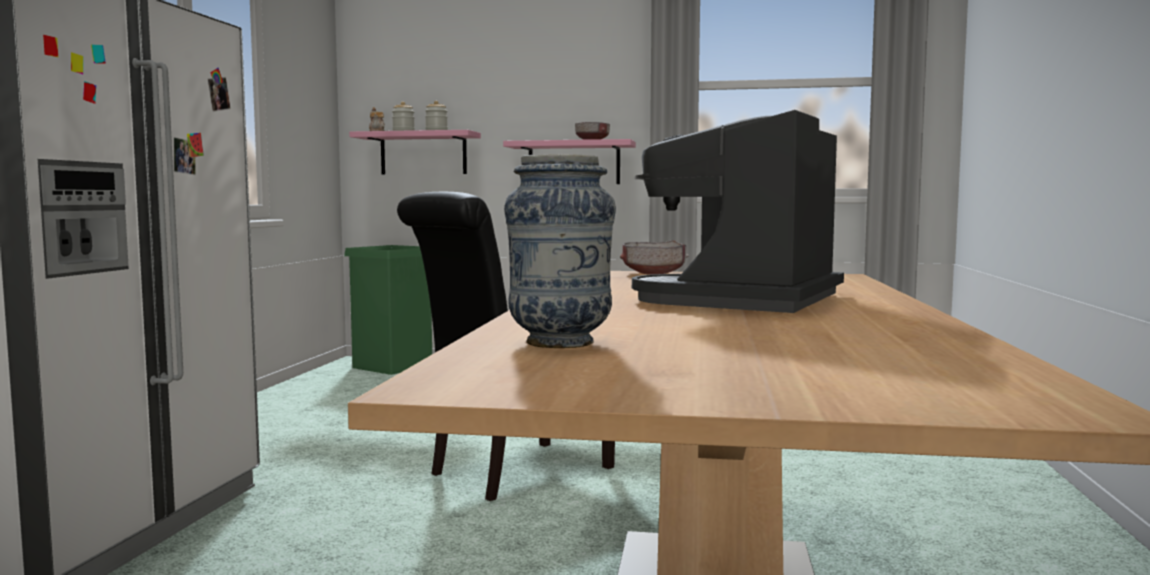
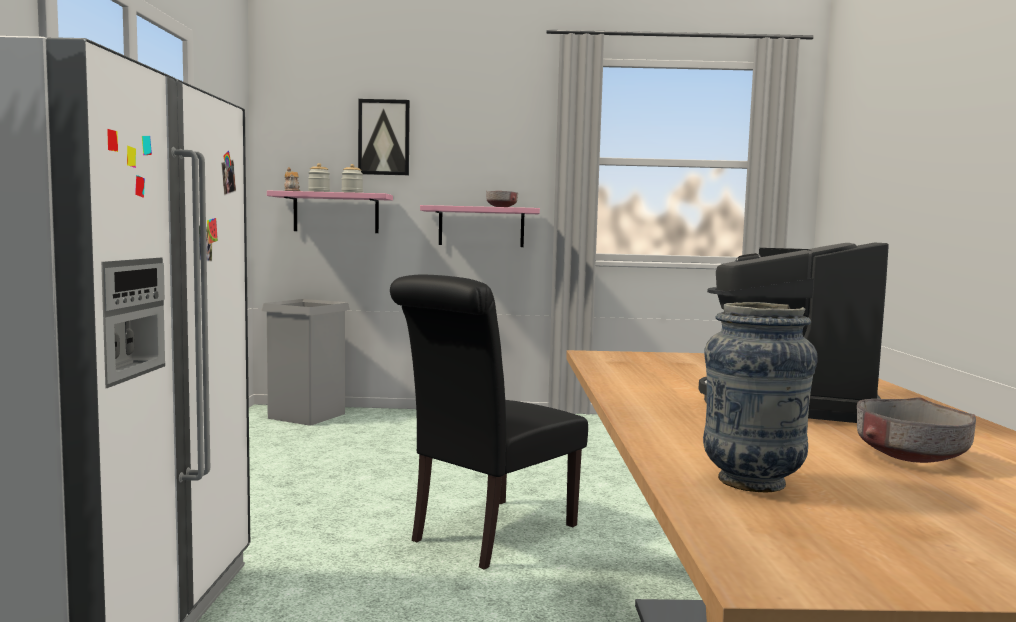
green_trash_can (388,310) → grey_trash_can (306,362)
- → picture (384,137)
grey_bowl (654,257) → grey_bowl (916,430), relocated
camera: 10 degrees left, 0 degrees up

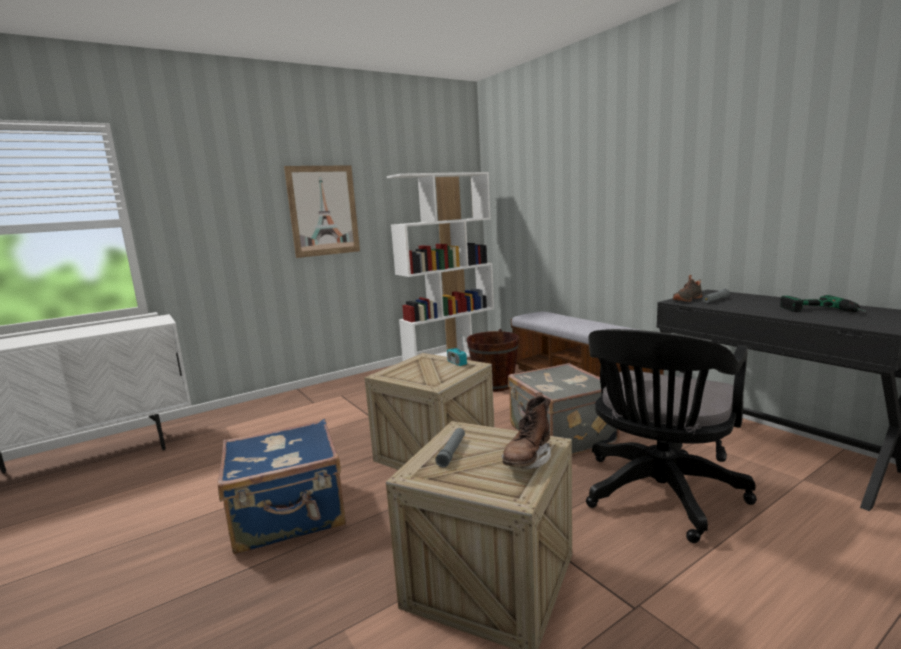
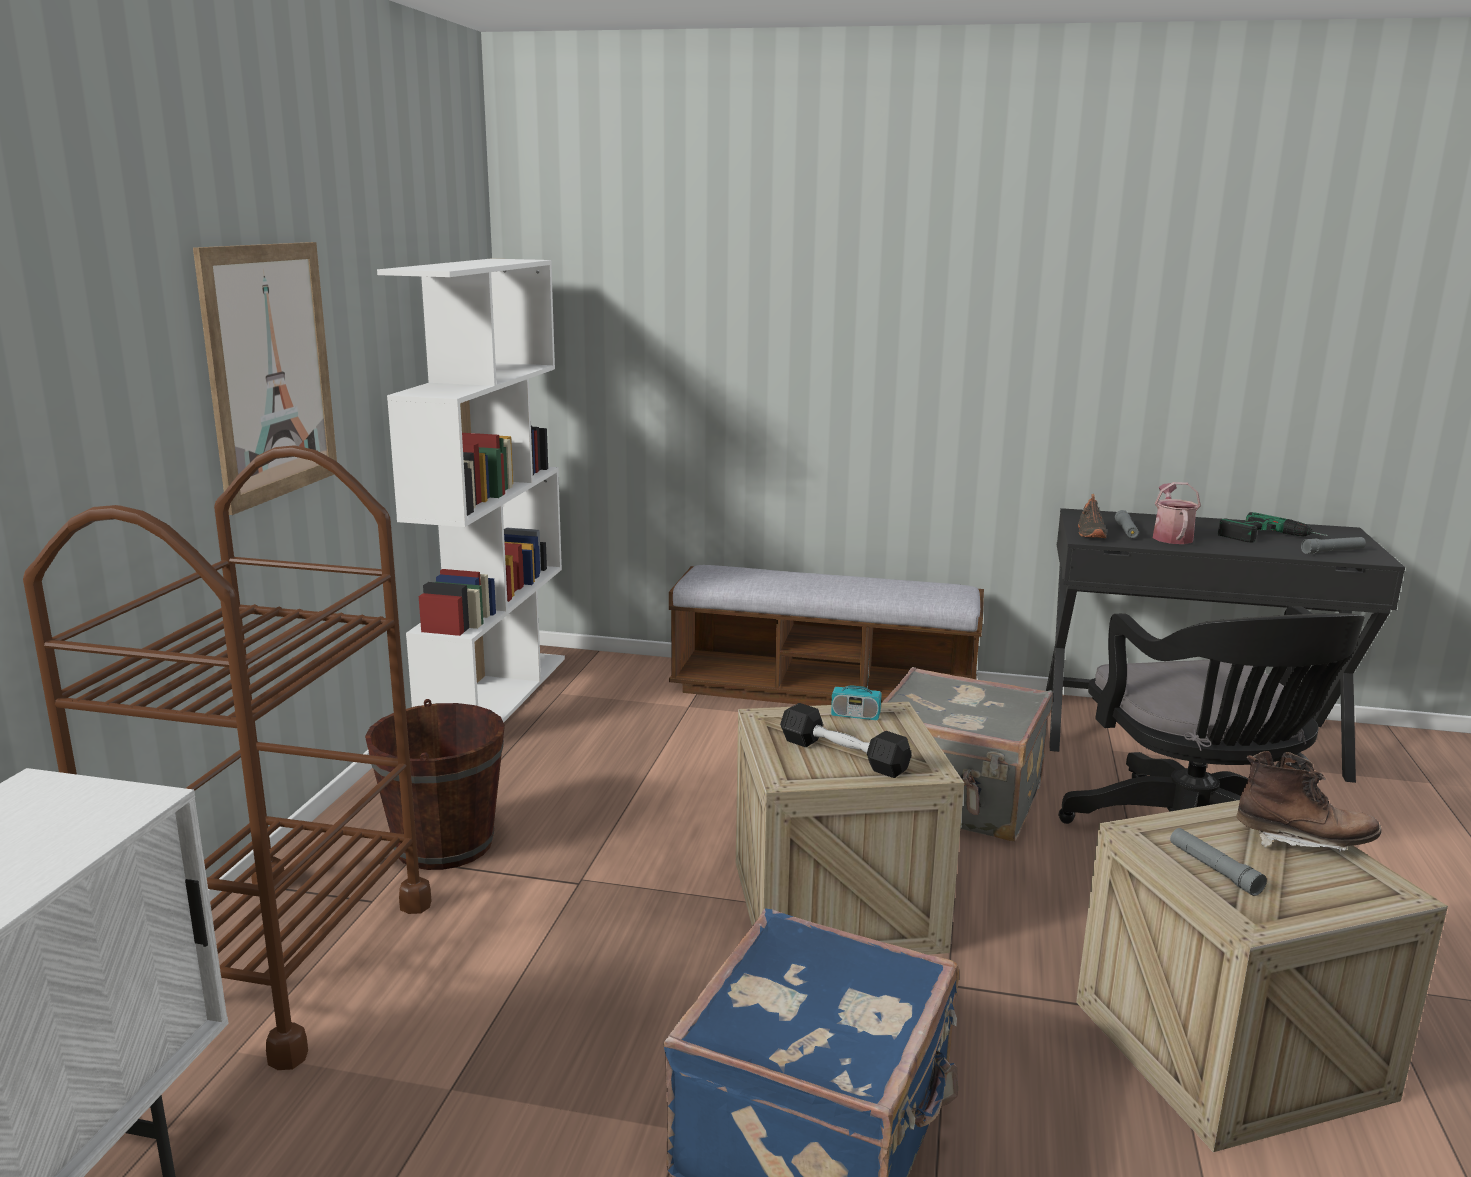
- → brown_cart (227,757)
brown_bucket (493,360) → brown_bucket (435,784), relocated
- → black_dumbbell (845,740)
- → watering_can (1177,513)
brown_boot (526,430) → brown_boot (1309,801), 60 degrees counterclockwise
- → grey_flashlight (1333,545)
camera: 45 degrees left, 5 degrees up

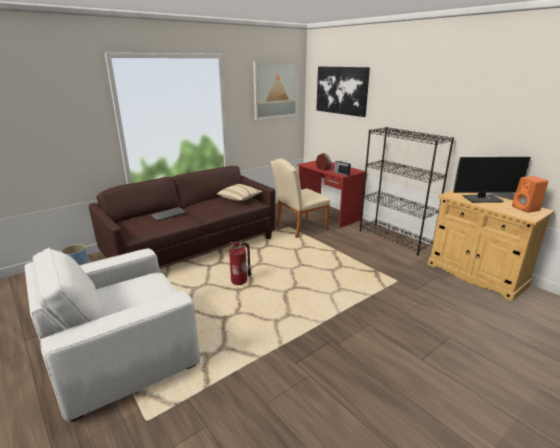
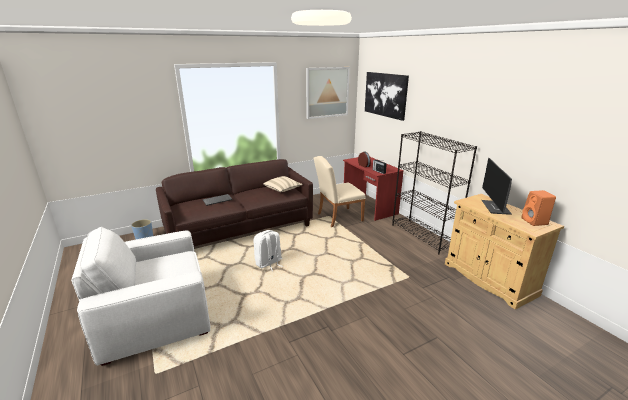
fire_extinguisher (239,263) → white_backpack (268,250)
monitor (492,180) → monitor (497,186), 90 degrees clockwise
camera: 10 degrees right, 0 degrees up

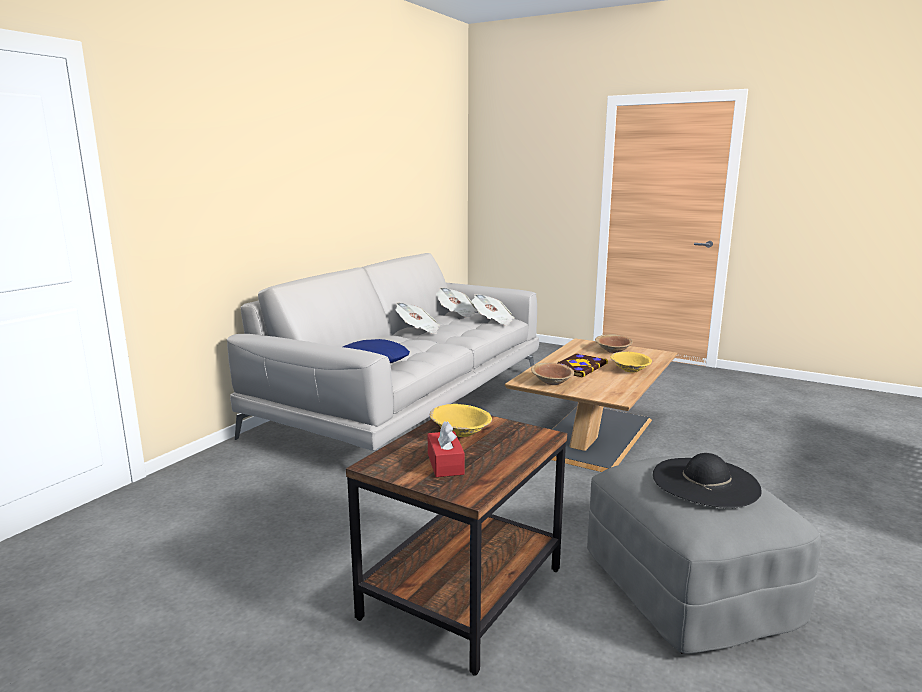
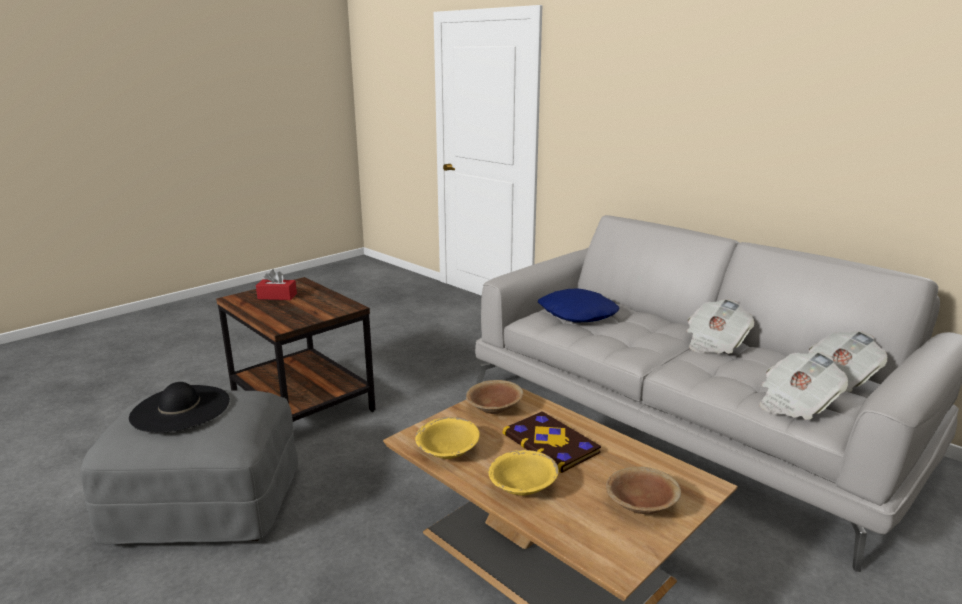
yellow_bowl (461,420) → yellow_bowl (447,438), relocated
camera: 105 degrees right, 5 degrees up

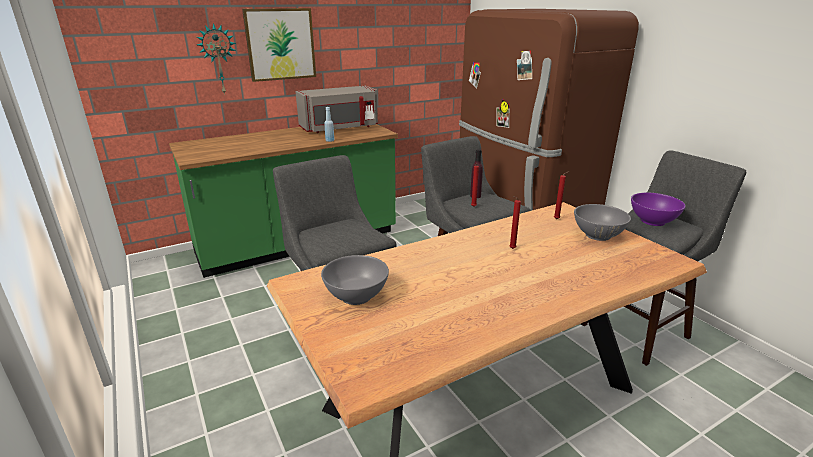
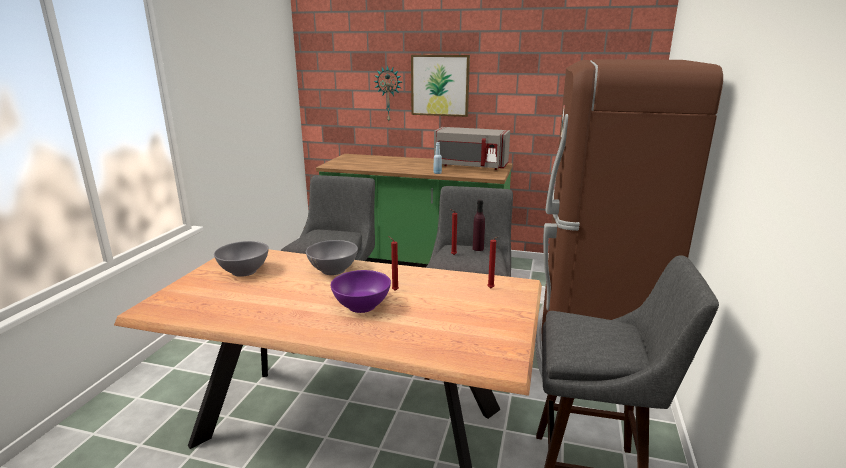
grey_bowl (602,222) → grey_bowl (332,257), relocated
purple_bowl (658,209) → purple_bowl (360,291), relocated
camera: 45 degrees right, 5 degrees down

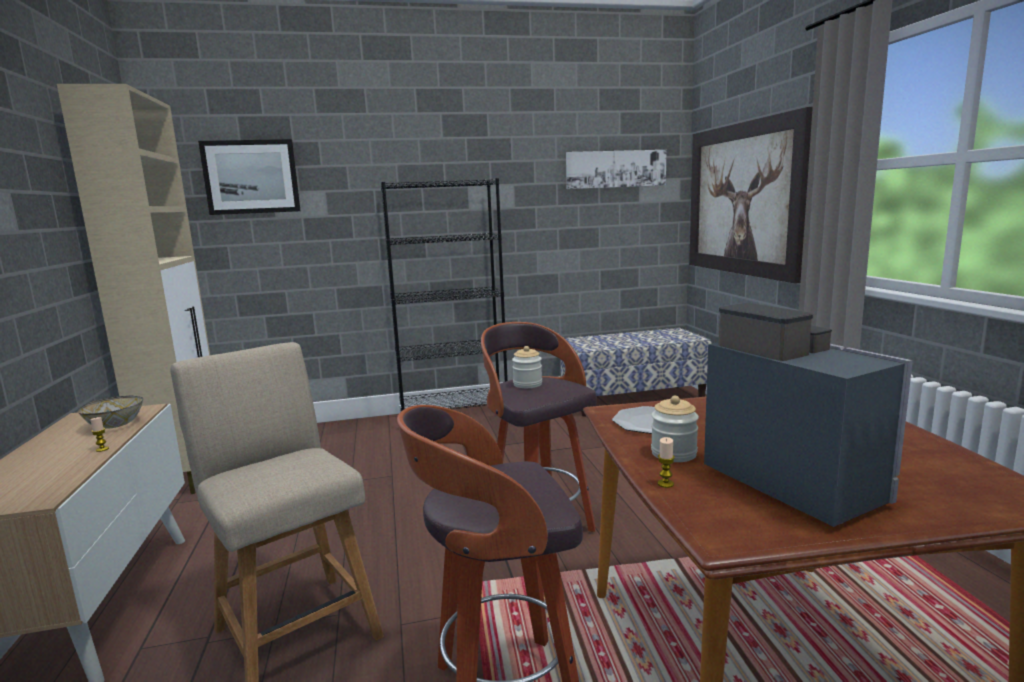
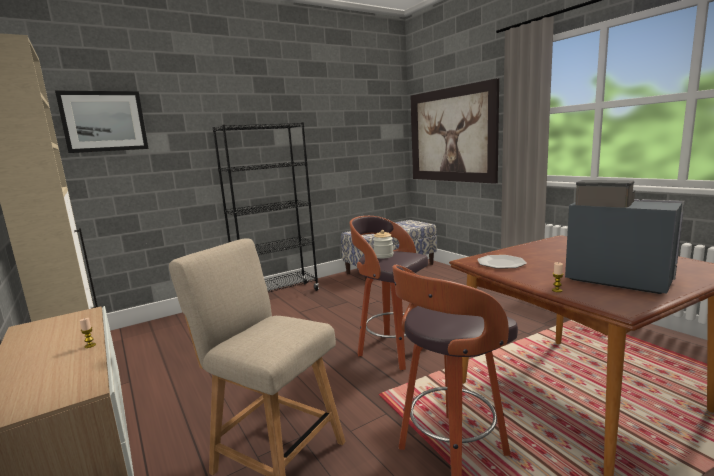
bowl (110,412) → -
picture (616,169) → -
jar (675,429) → -
camera: 20 degrees left, 0 degrees up

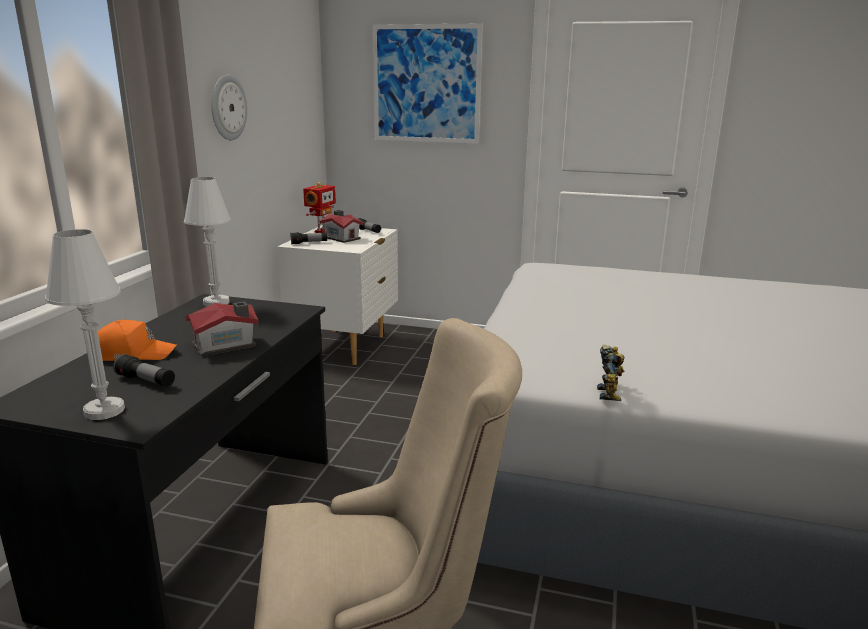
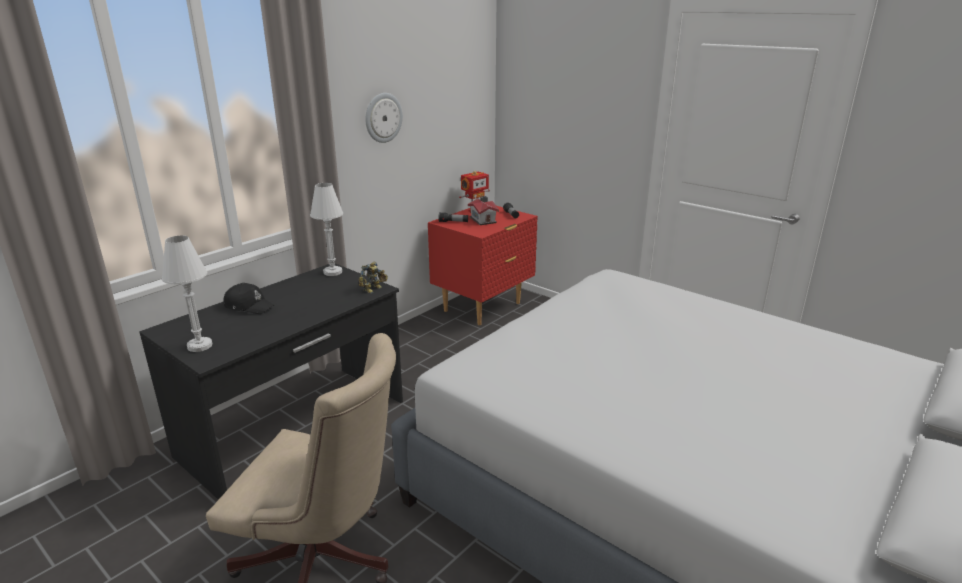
orange_cap (137,340) → black_cap (249,298)
toy_robot (610,372) → toy_robot (373,277), relocated
white_nightstand (337,295) → red_nightstand (483,265)
flashlight (144,370) → -
toy_house (222,329) → -
picture (427,84) → -
camera: 25 degrees right, 5 degrees up

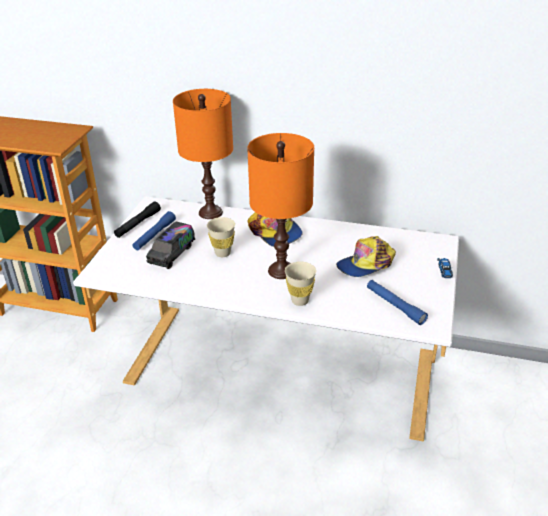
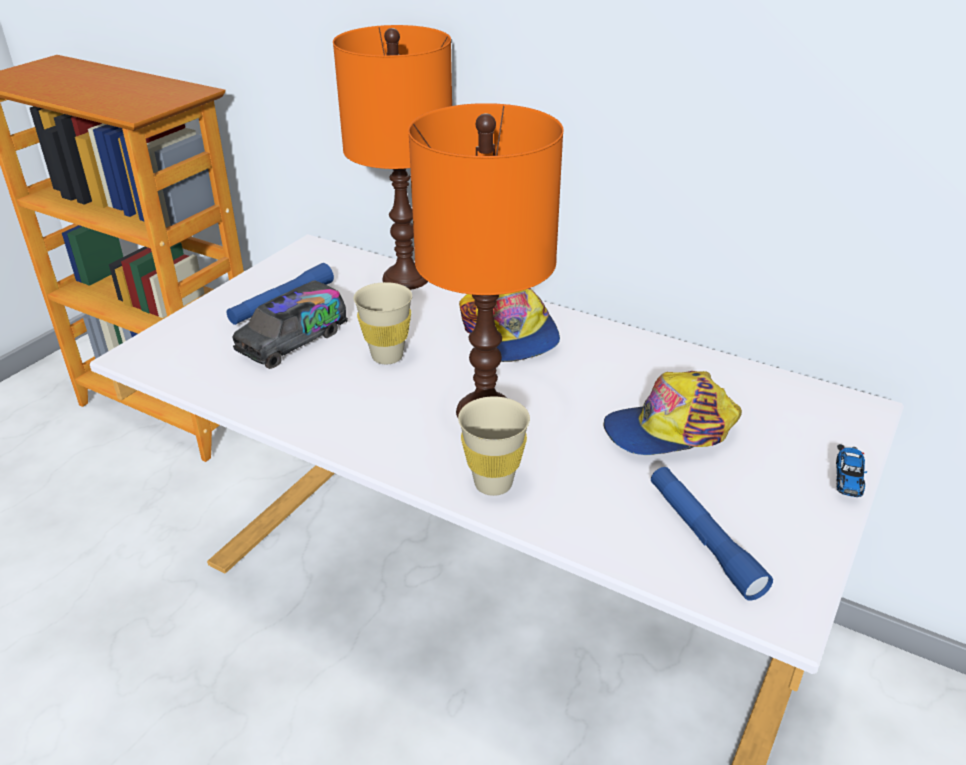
black_flashlight (137,219) → -
camera: 15 degrees right, 0 degrees up

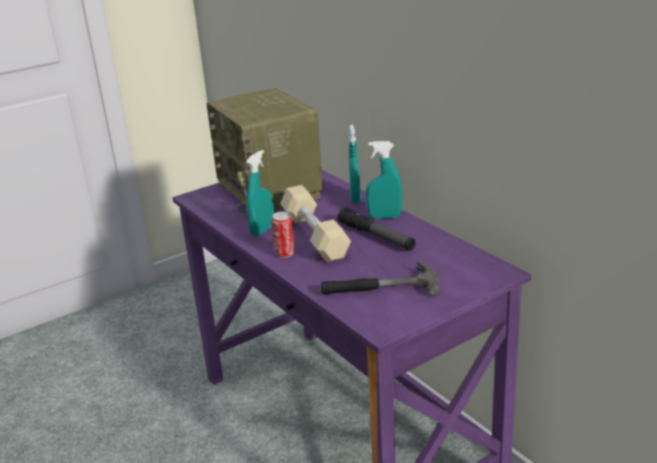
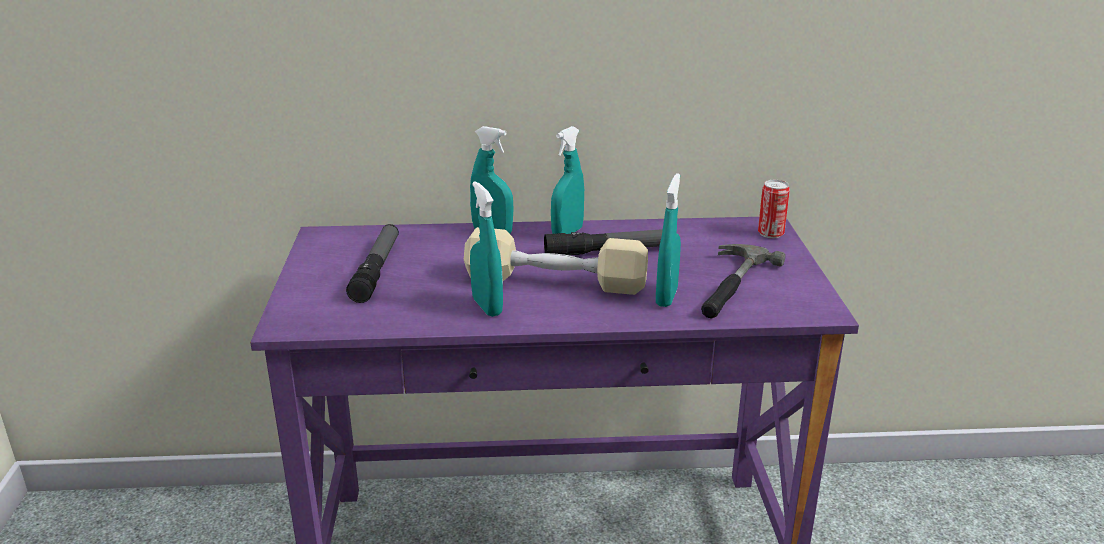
radio (265,150) → flashlight (372,263)
- → turquoise_spray_bottle (668,240)
can (283,235) → can (774,209), relocated
camera: 60 degrees left, 0 degrees up

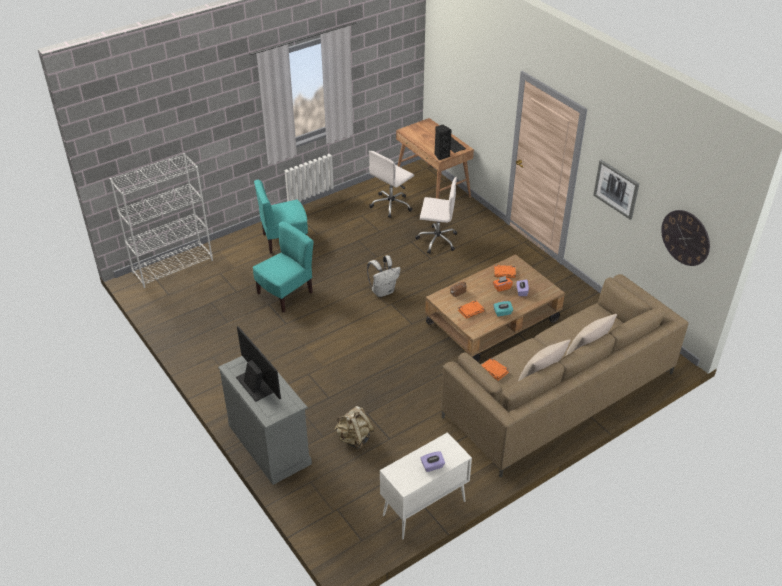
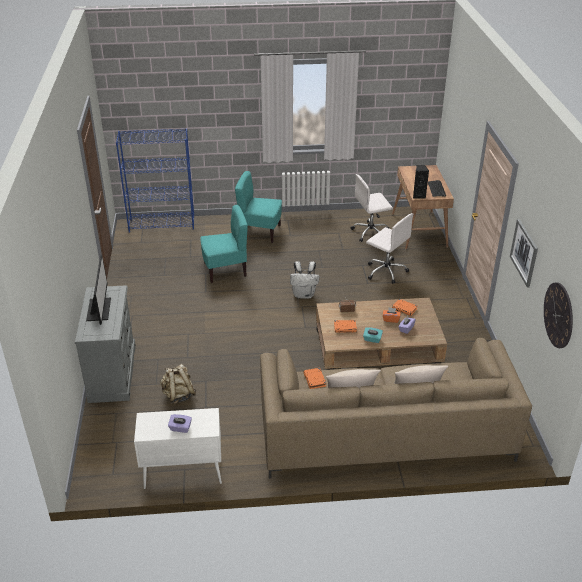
white_bookcase (161,220) → blue_bookcase (155,180)
camera: 30 degrees right, 5 degrees down

